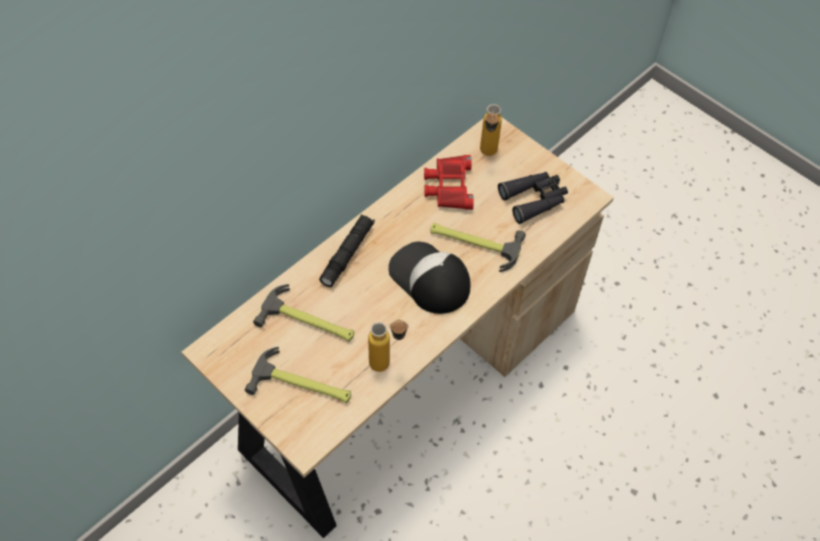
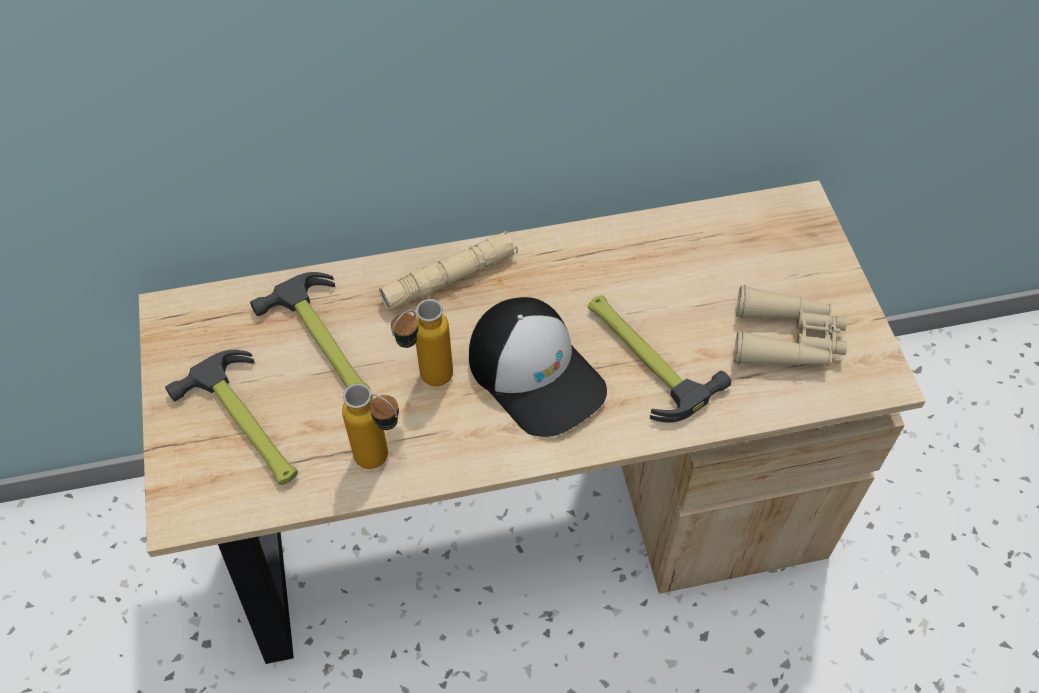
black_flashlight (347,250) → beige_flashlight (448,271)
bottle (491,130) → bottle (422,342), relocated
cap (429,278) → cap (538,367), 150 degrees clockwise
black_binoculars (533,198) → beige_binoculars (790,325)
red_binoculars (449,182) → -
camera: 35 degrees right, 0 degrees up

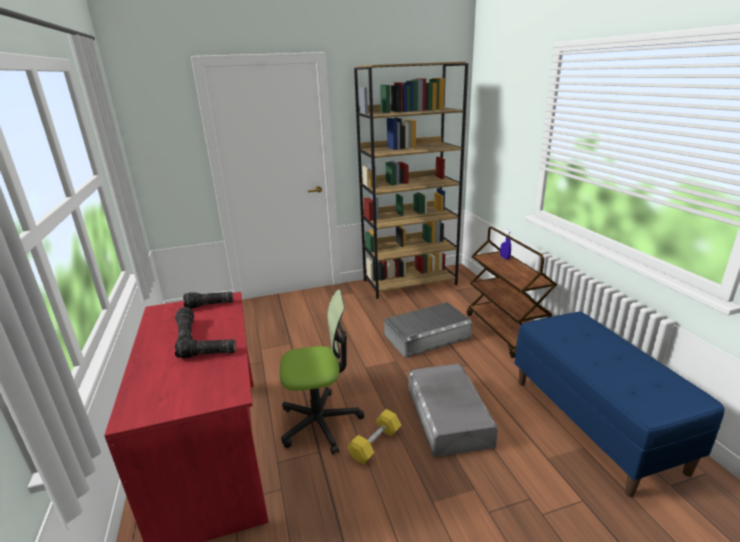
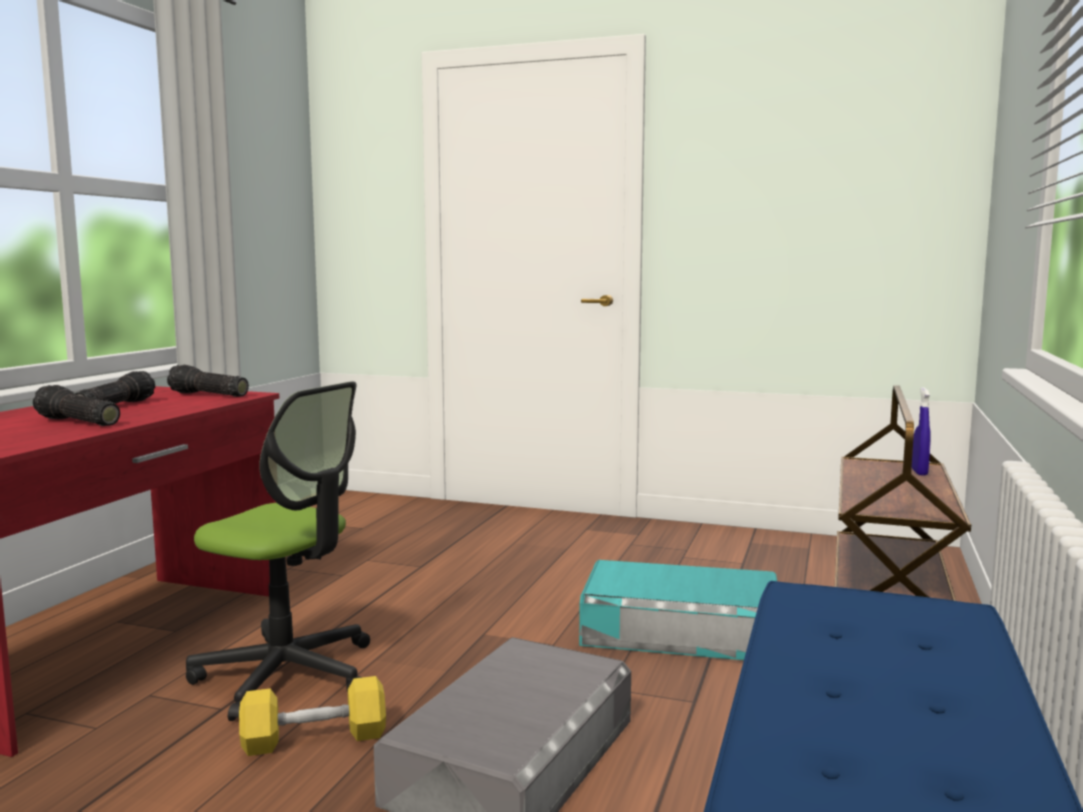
grey_storage_box (428,330) → turquoise_storage_box (678,610)
brown_bookcase (411,180) → -
camera: 35 degrees right, 15 degrees down

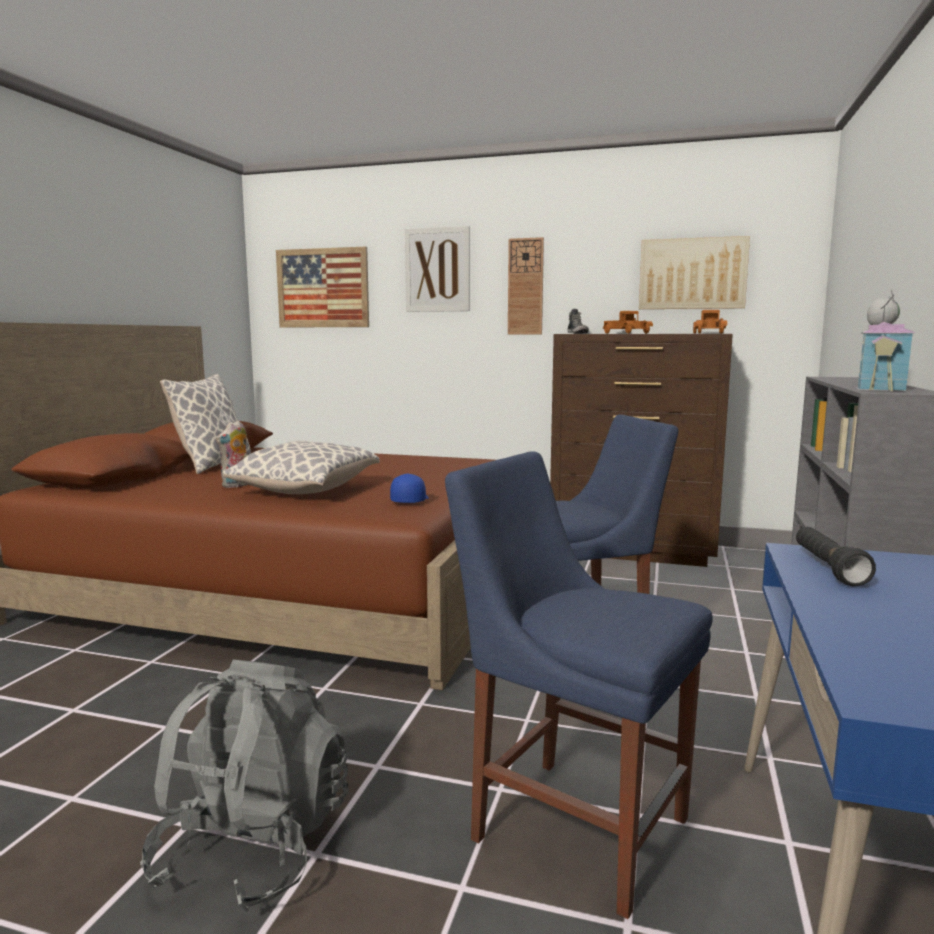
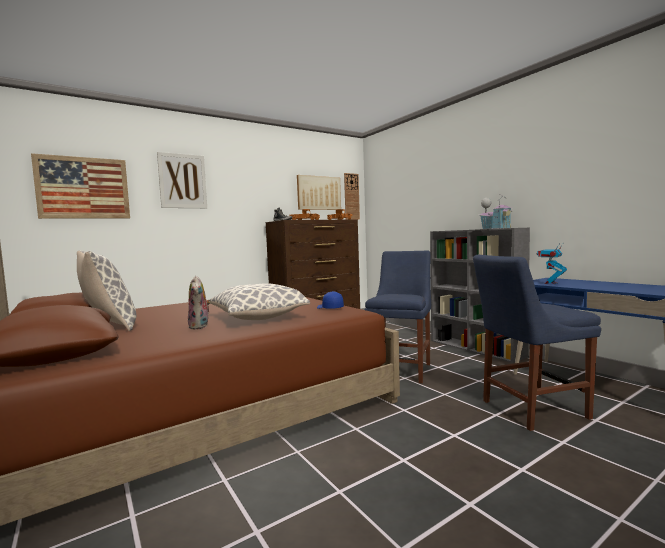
wall_clock (526,285) → wall_clock (352,196), relocated
black_flashlight (836,556) → toy_robot (552,263)
grey_backpack (244,785) → -
camera: 50 degrees left, 5 degrees down

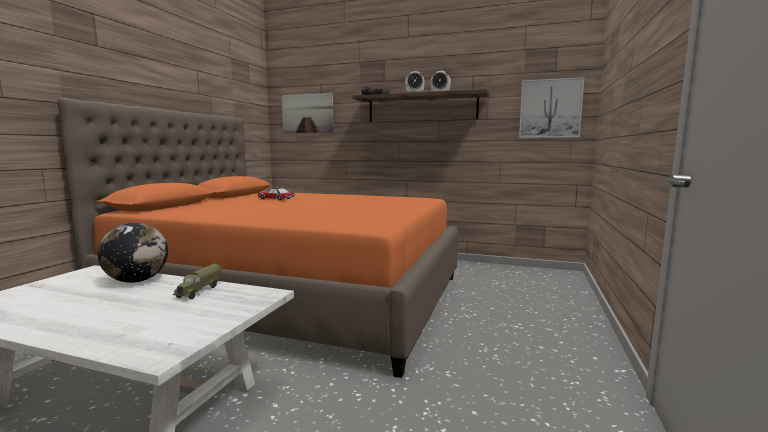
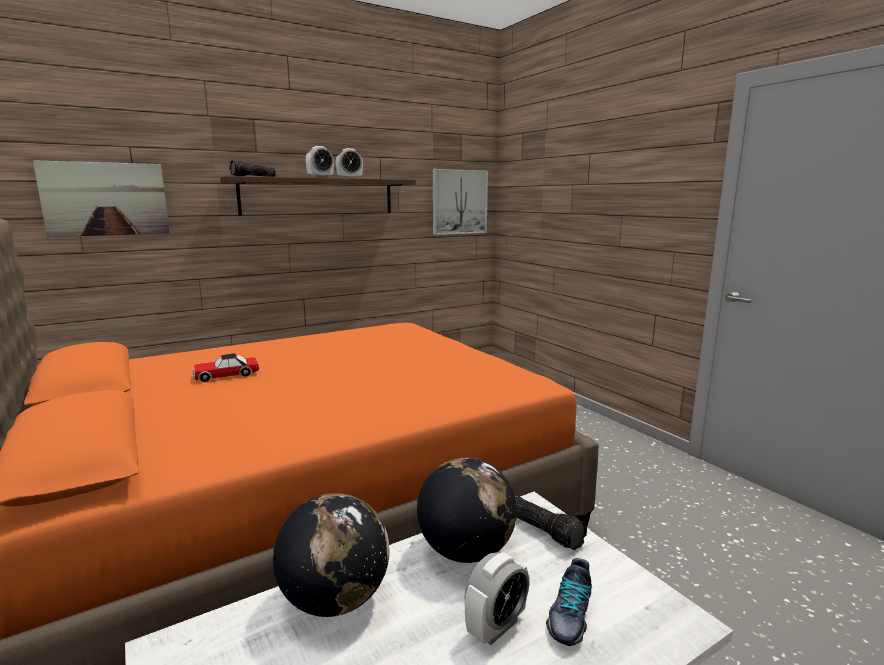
toy_truck (197,281) → globe (467,510)
- → alarm_clock (496,598)
- → flashlight (551,523)
- → shoe (569,602)
camera: 50 degrees left, 5 degrees up

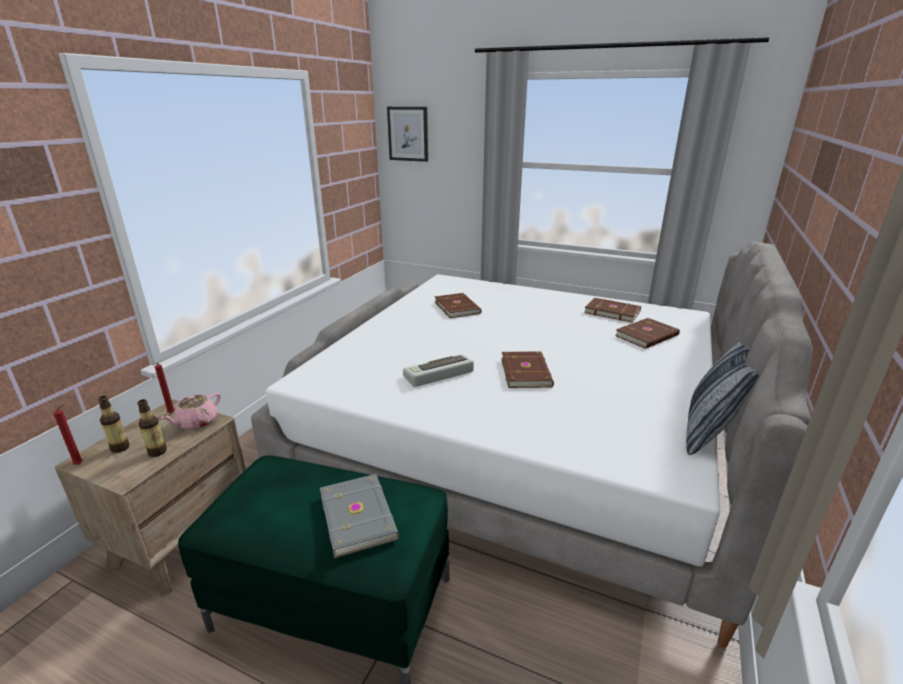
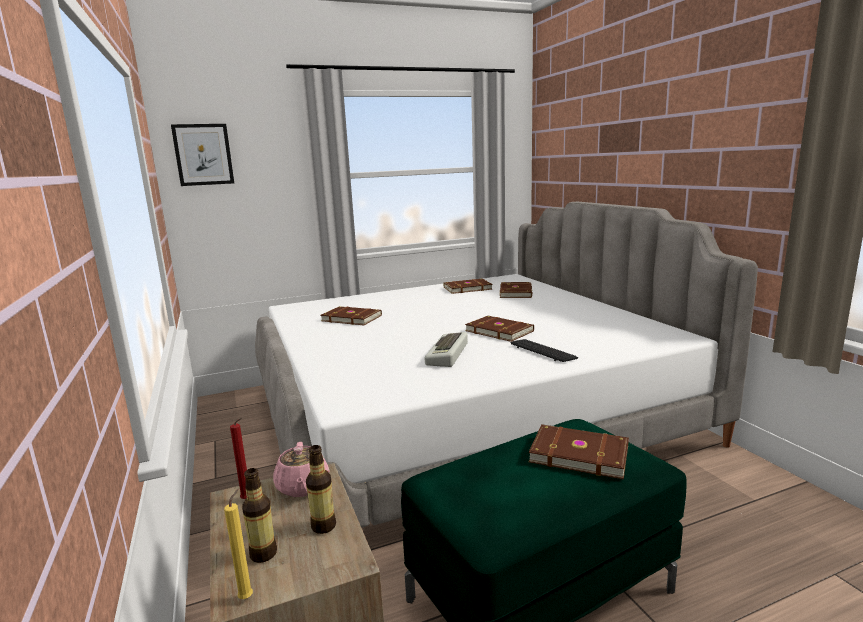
red_candle (68,434) → yellow_candle (238,544)
- → keyboard (544,350)
grey_book (359,516) → brown_book (579,452)
pillow (722,398) → -
camera: 45 degrees left, 10 degrees down

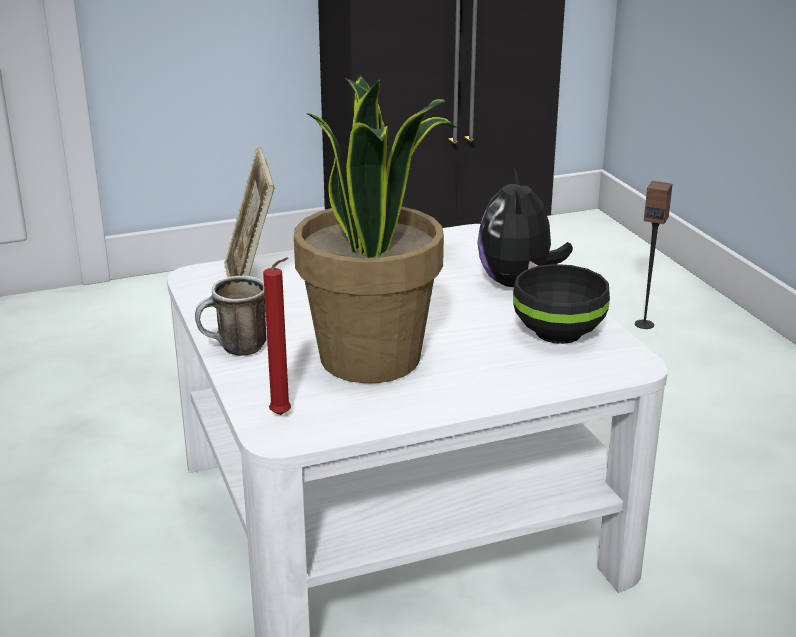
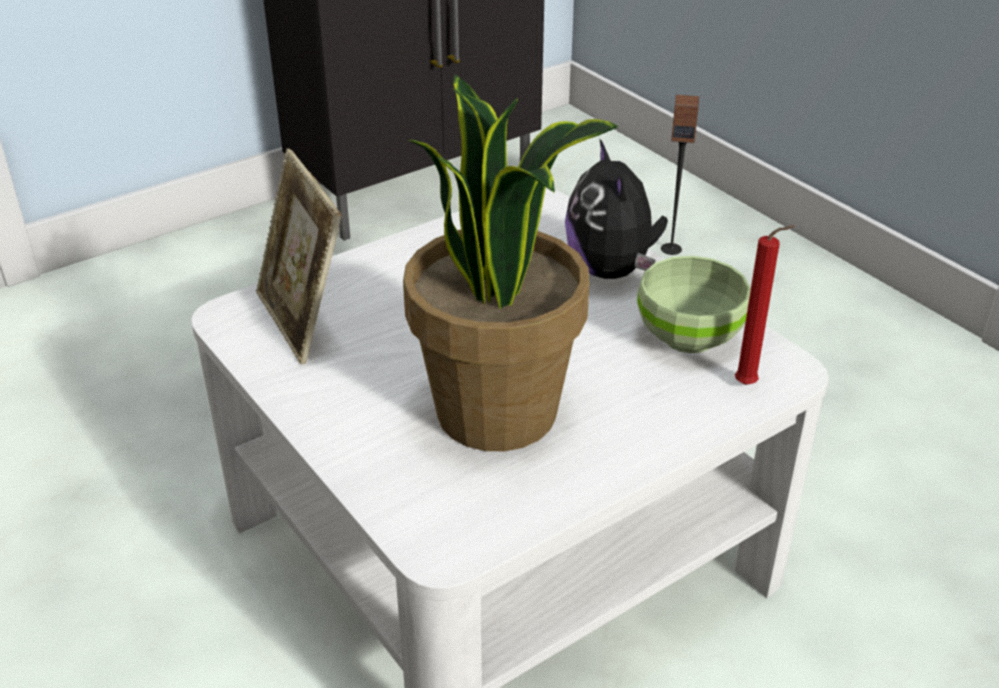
black_bowl (561,304) → green_bowl (694,304)
red_candle (277,336) → red_candle (764,305), relocated
mug (231,316) → -
camera: 15 degrees left, 10 degrees up

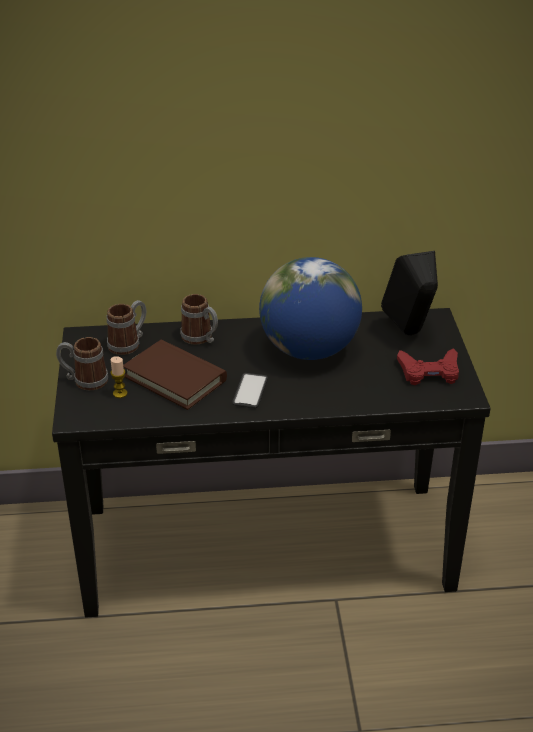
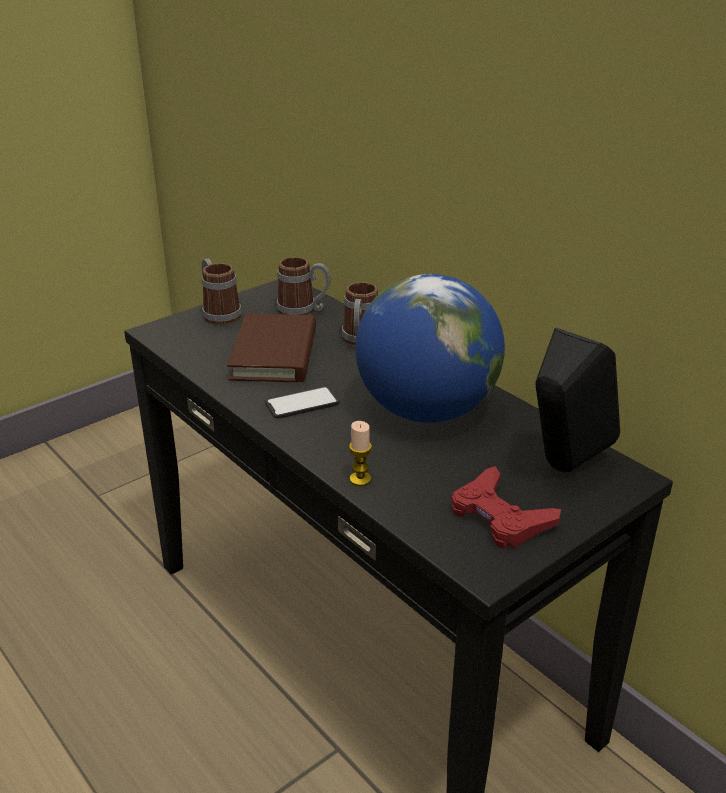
candle (119,377) → candle (360,453), relocated
camera: 55 degrees right, 5 degrees down

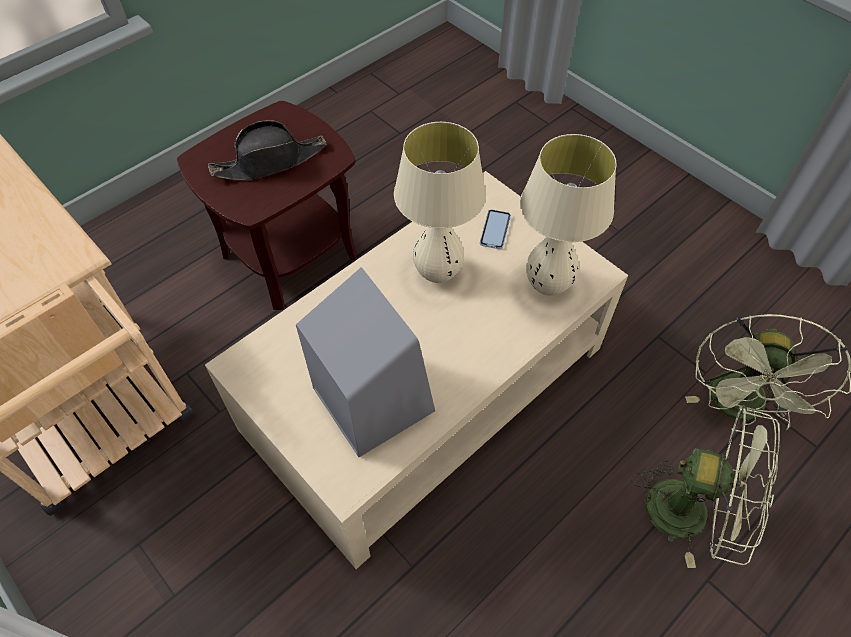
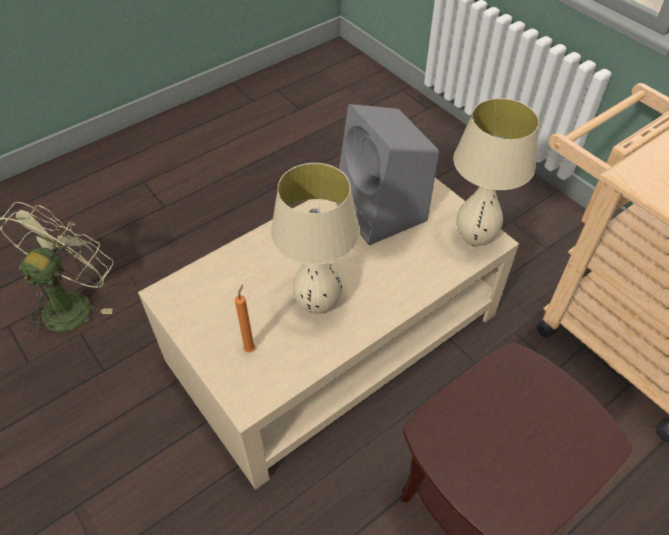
phone (495,229) → orange_candle (245,318)
beige_table_lamp (568,214) → beige_table_lamp (496,172), relocated
black_hat (267,150) → -
green_fan (705,486) → -
camera: 175 degrees left, 5 degrees down

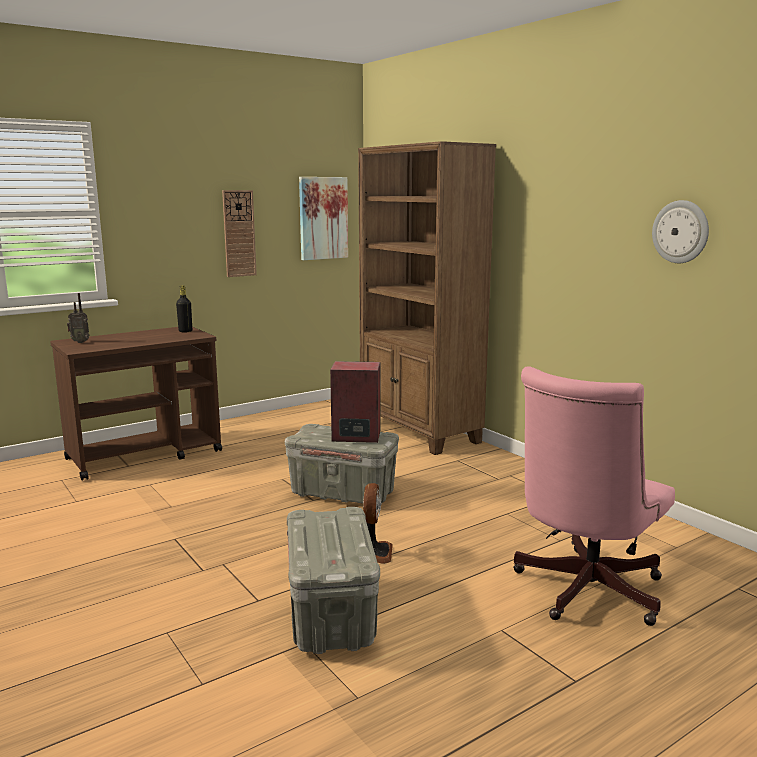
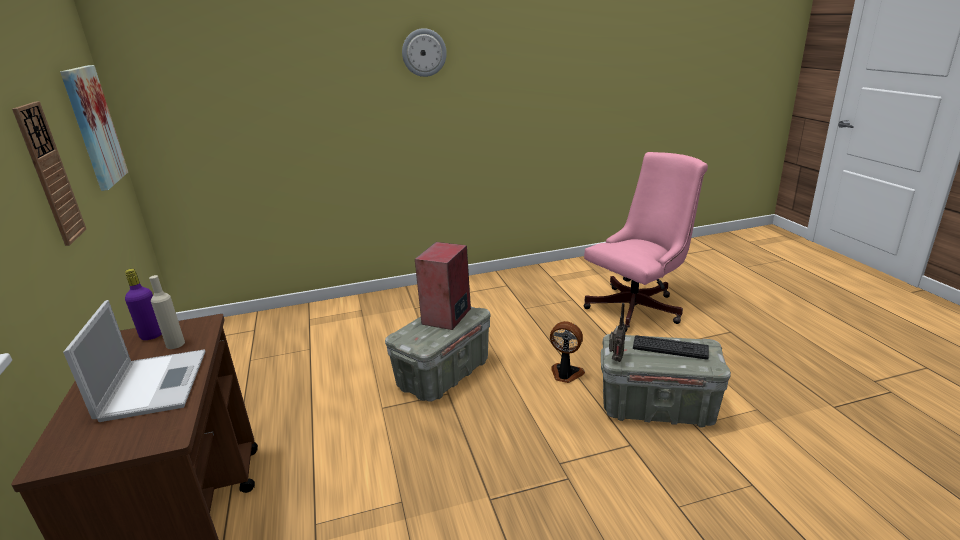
- → laptop (134,361)
black_bottle (184,309) → purple_bottle (143,304)
- → beige_bottle (167,312)
wall_clock (680,231) → wall_clock (424,52), relocated
pink_office_chair (594,496) → pink_office_chair (646,241), 90 degrees counterclockwise
radio (78,318) → radio (617,332), relocated
- → keyboard (671,347)
brown_bookcase (427,298) → -
camera: 70 degrees left, 10 degrees up

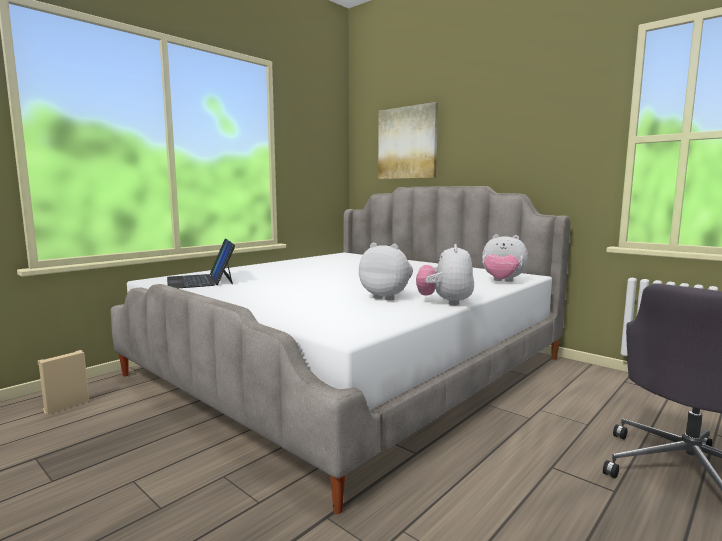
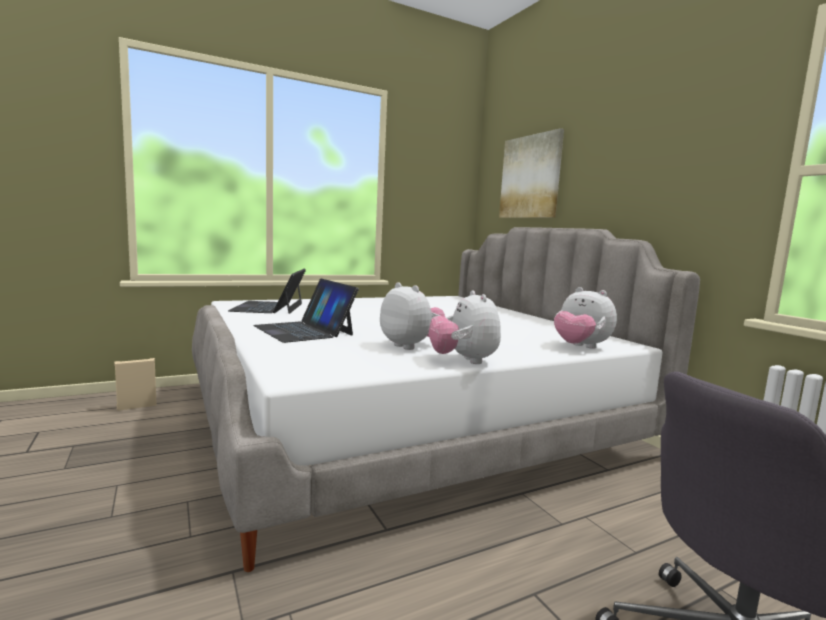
- → laptop (306,311)
plush_toy (445,275) → plush_toy (464,327), 45 degrees counterclockwise
camera: 20 degrees right, 0 degrees up

